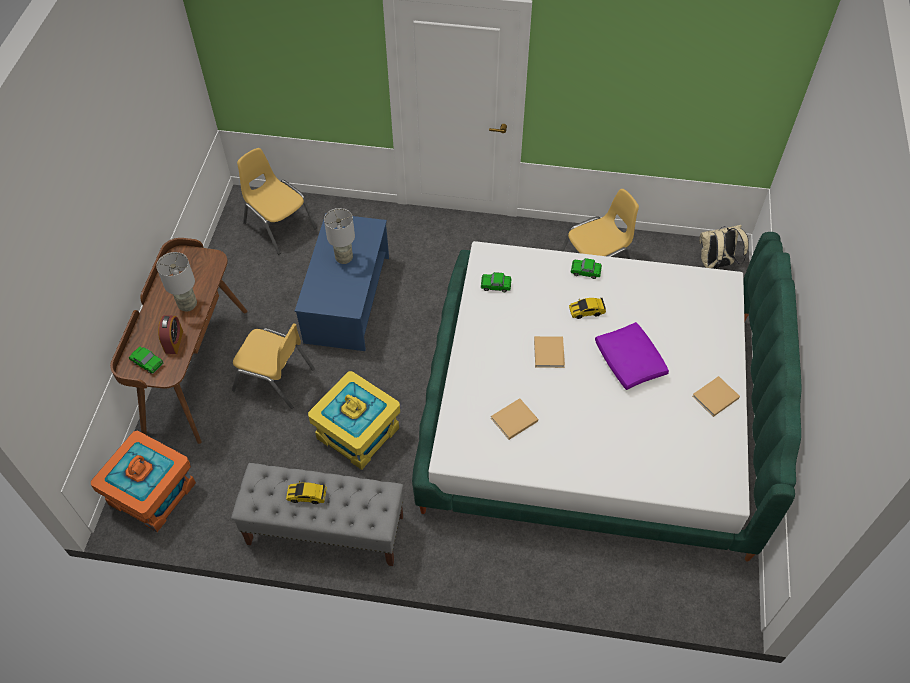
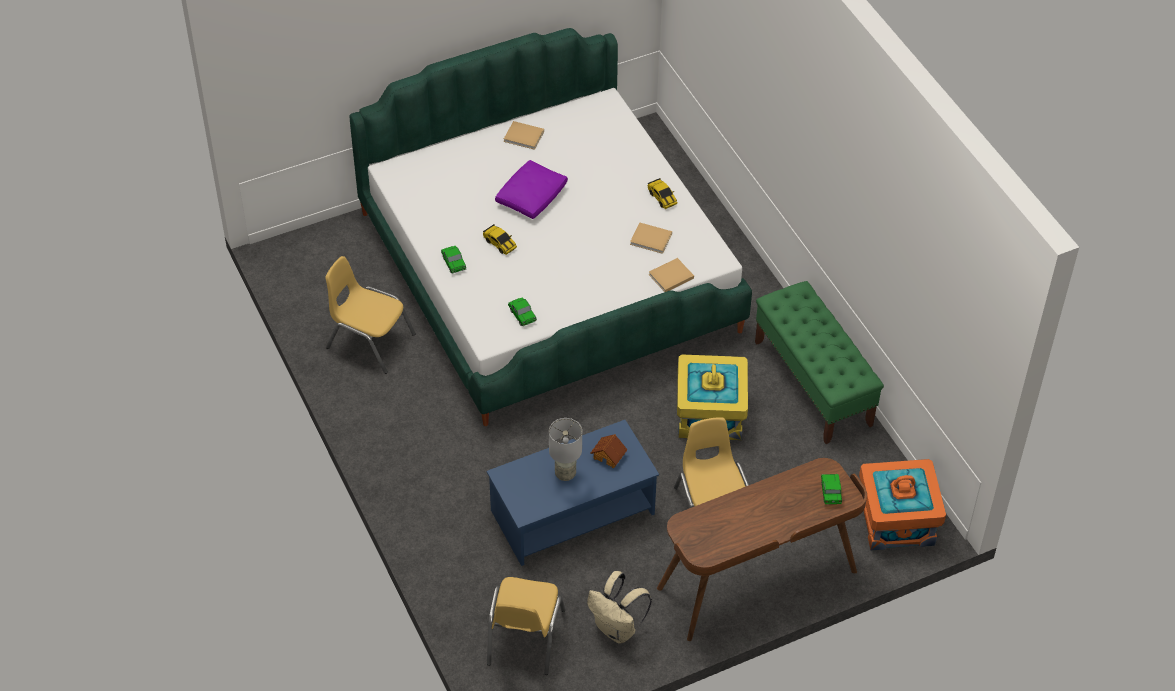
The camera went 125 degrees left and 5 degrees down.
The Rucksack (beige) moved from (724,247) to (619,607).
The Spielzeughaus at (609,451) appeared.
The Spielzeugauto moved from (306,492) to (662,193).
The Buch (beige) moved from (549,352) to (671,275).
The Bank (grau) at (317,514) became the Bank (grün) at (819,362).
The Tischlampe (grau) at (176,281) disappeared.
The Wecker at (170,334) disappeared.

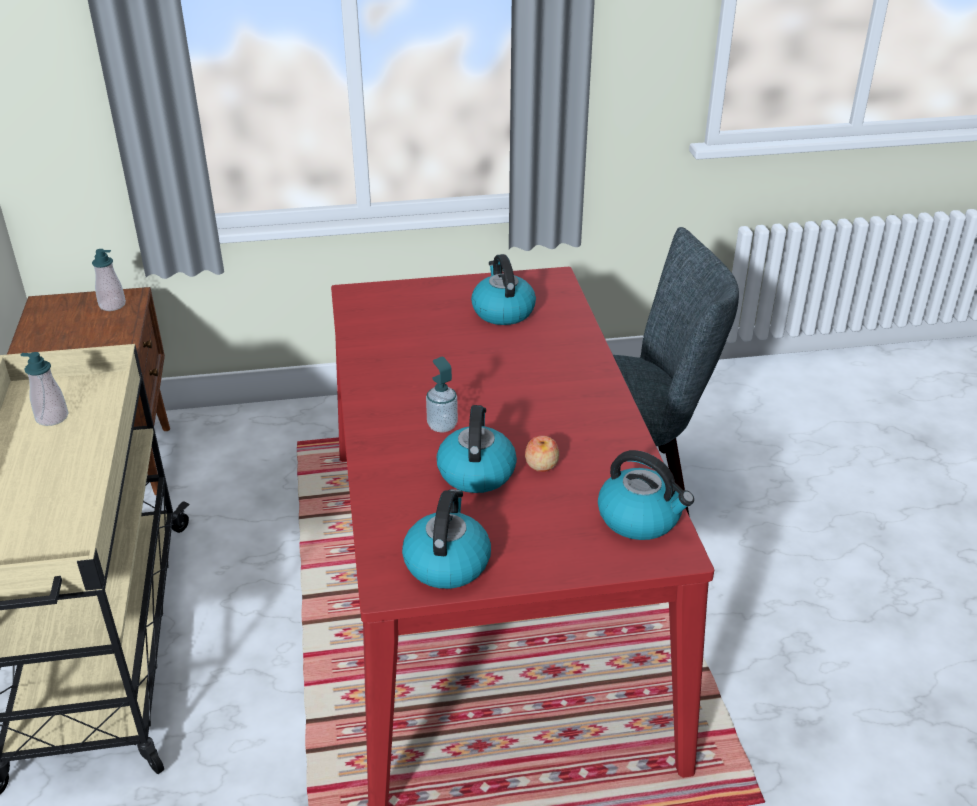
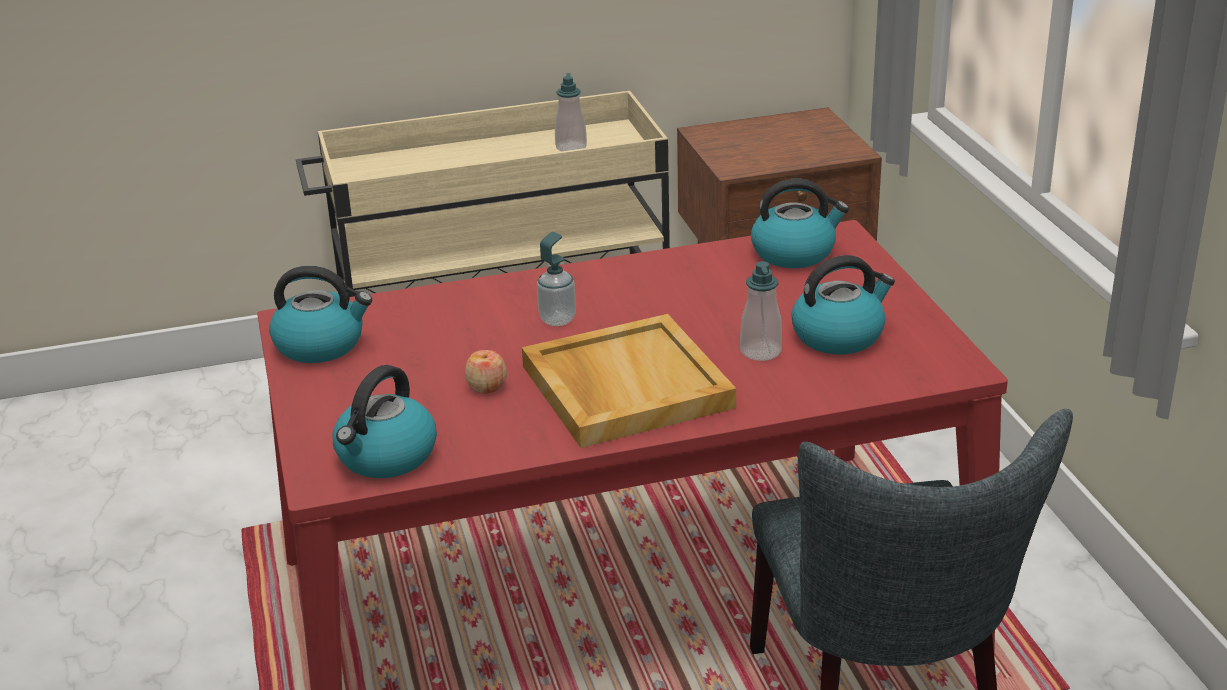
The camera went 85 degrees right and 5 degrees down.
The Tablett (beige) at (629,381) appeared.
The Seifenspender moved from (109,280) to (761,311).
The Wasserkessel moved from (477,449) to (800,223).

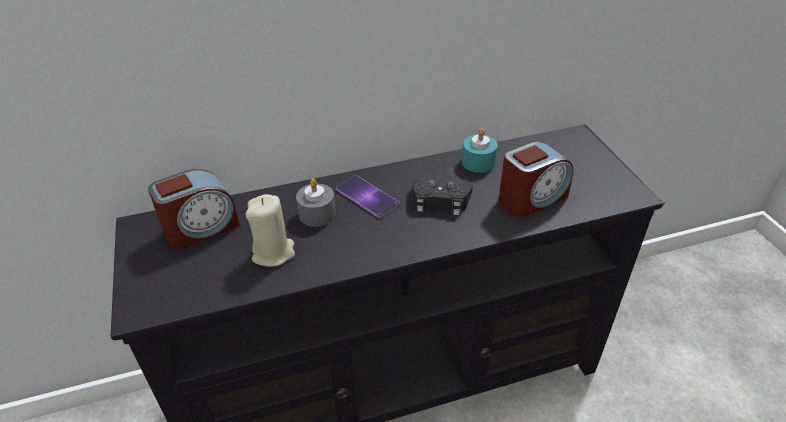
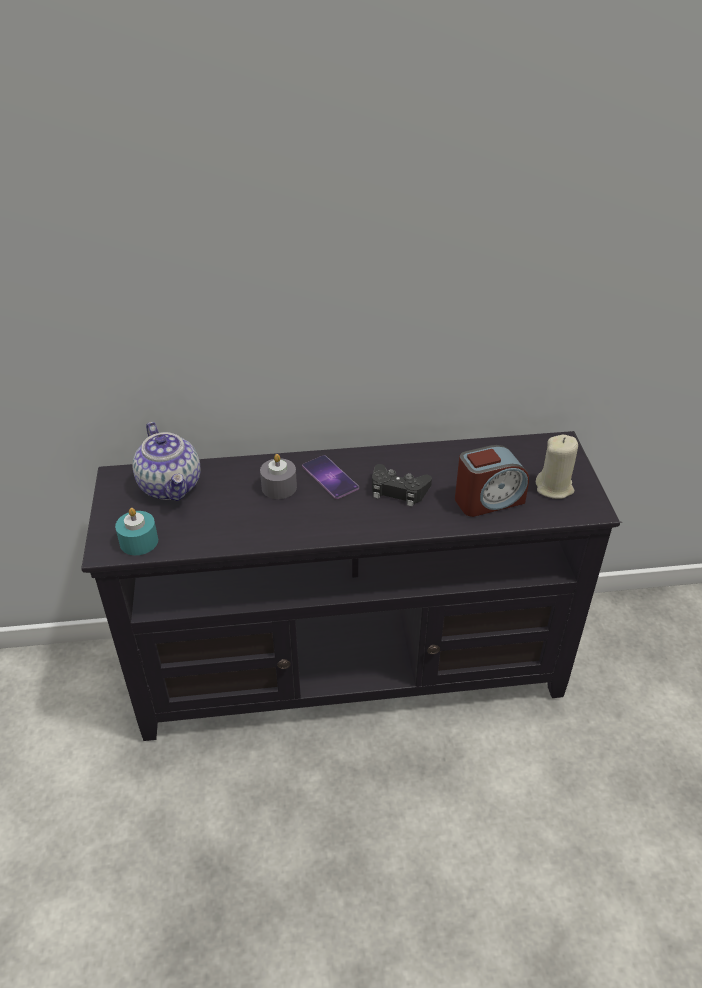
The camera went 10 degrees right and 0 degrees up.
The Kerze (türkis) moved from (480,150) to (136,531).
The Wecker at (194,209) was replaced by the Teekanne at (166,461).
The Kerze (beige) moved from (270,230) to (557,467).

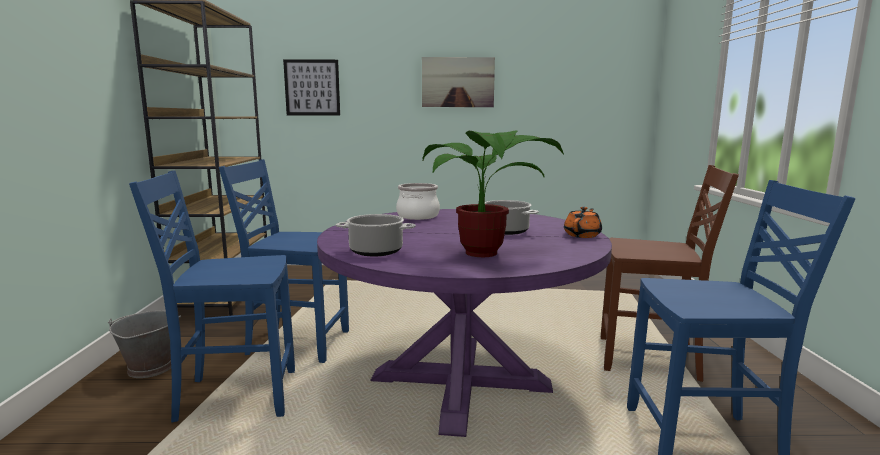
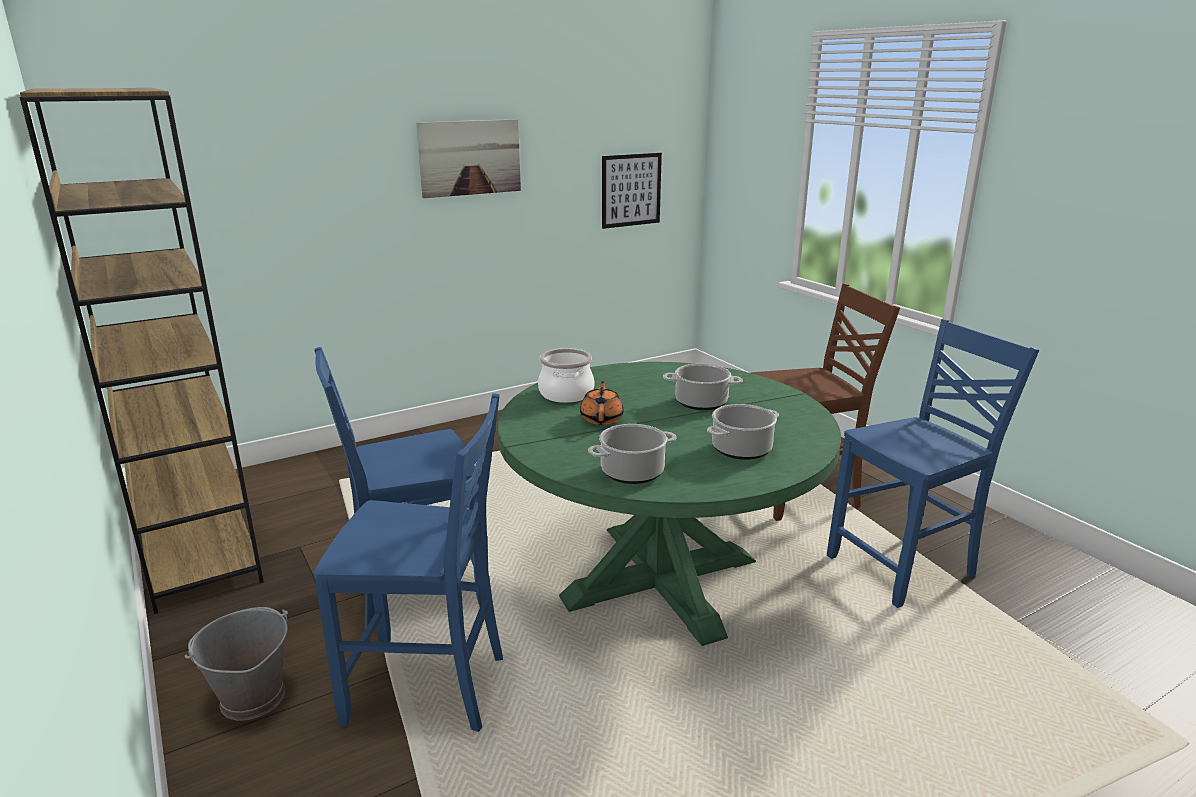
The camera went 30 degrees left and 10 degrees up.
The Stuhl (blau) at (212,296) turned 135 degrees counterclockwise.
The Esstisch (lila) at (464,323) became the Esstisch (grün) at (669,504).
The Teekanne (orange) moved from (583,222) to (601,403).
The Bild moved from (311,87) to (632,191).
The Topfpflanze at (493,194) was replaced by the Kochtopf at (743,432).

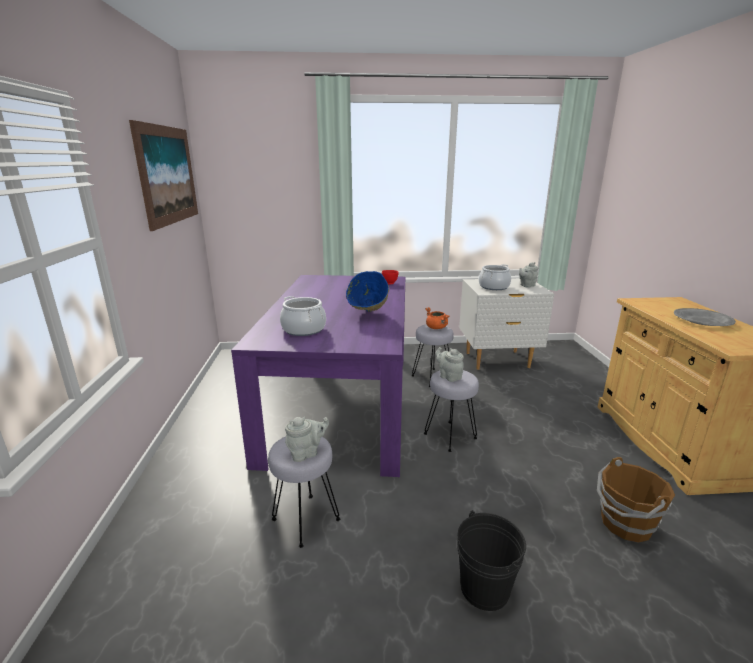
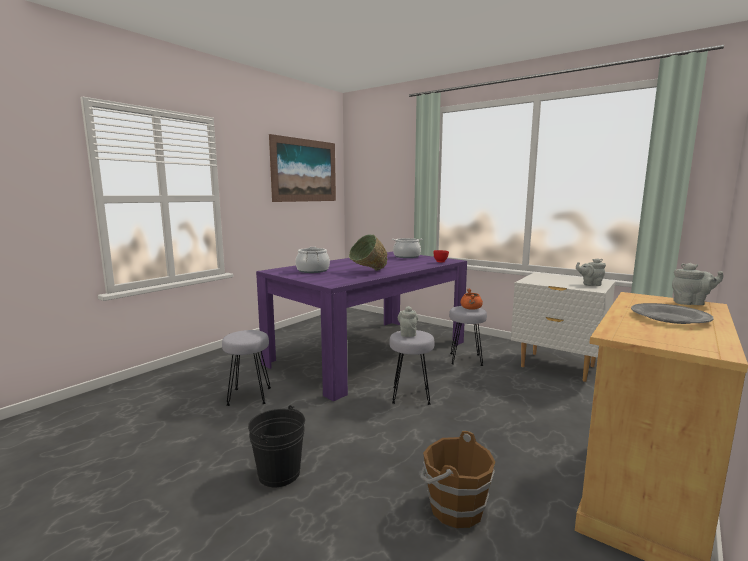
The camera went 40 degrees right and 10 degrees down.
The Schüssel (blau) at (367,291) became the Schüssel (grün) at (368,252).
The Kochtopf moved from (495,277) to (407,248).
The Teekanne (grau) moved from (307,439) to (697,284).

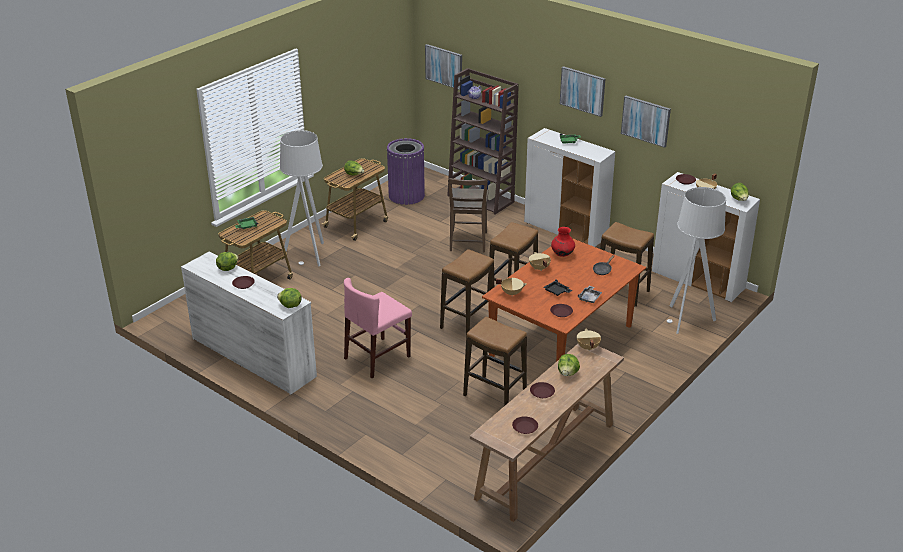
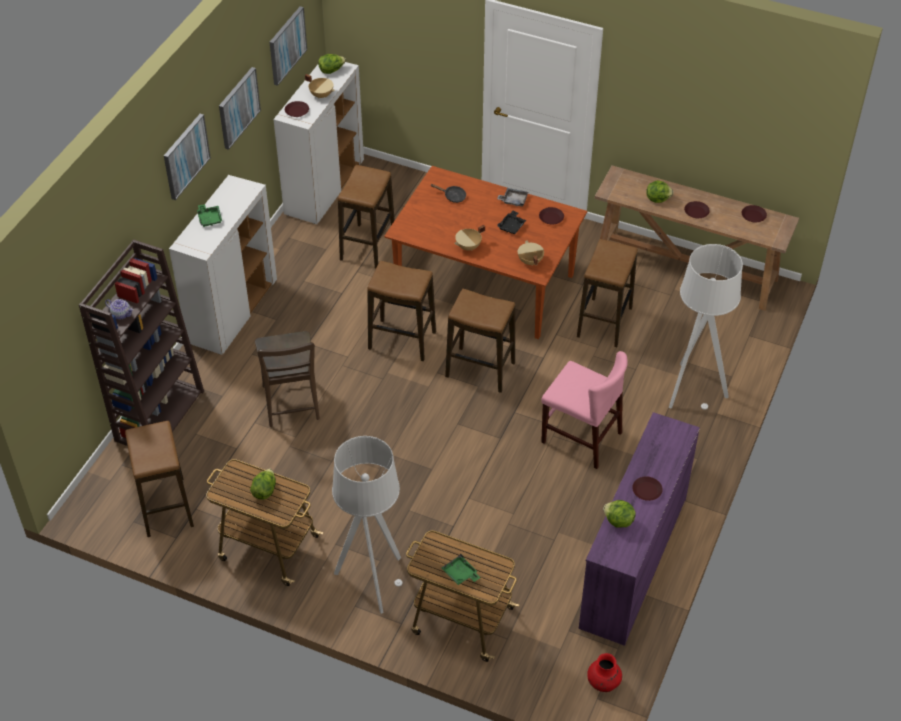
The camera went 105 degrees left and 15 degrees up.
The Mülleimer (lila) at (406,171) was replaced by the Hocker at (159,479).
The Stuhl (braun) at (468,215) turned 90 degrees clockwise.
The Bild moved from (443,67) to (288,46).
The Kommode (weiß) at (249,323) became the Kommode (lila) at (639,529).
The Vase (rot) moved from (563,242) to (604,672).
The Stehlampe (grau) moved from (696,260) to (706,326).
The Salatkopf at (289,298) disappeared.
The Kochtopf (beige) at (588,340) disappeared.

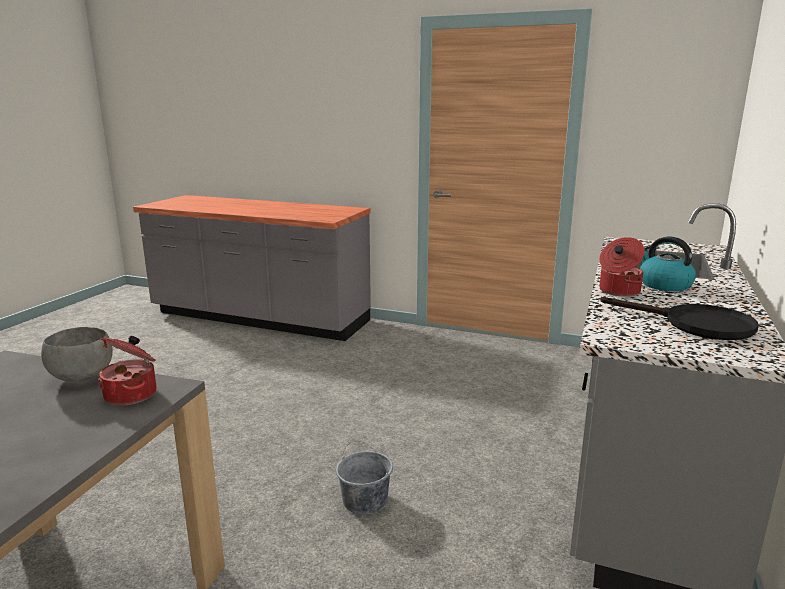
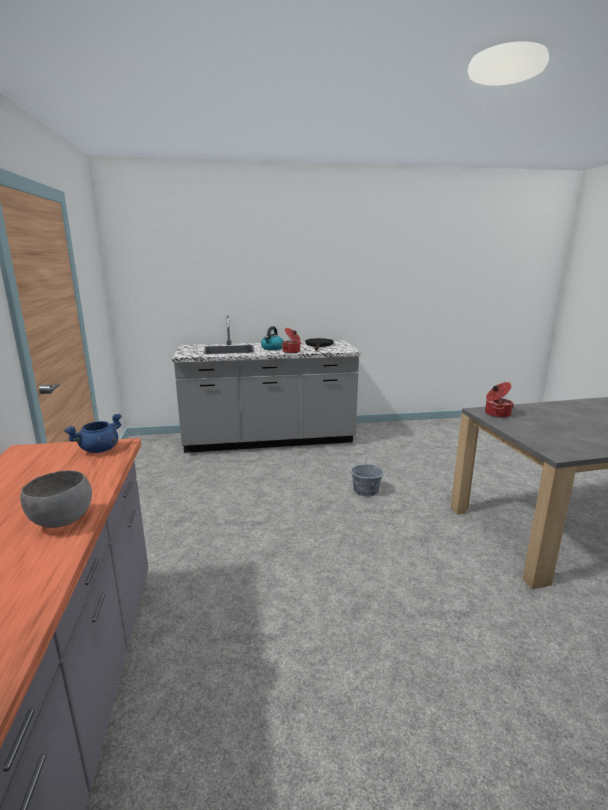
The camera went 120 degrees left and 0 degrees up.
The Schüssel (grau) moved from (77,354) to (56,499).
The Kochtopf (blau) at (93,433) appeared.

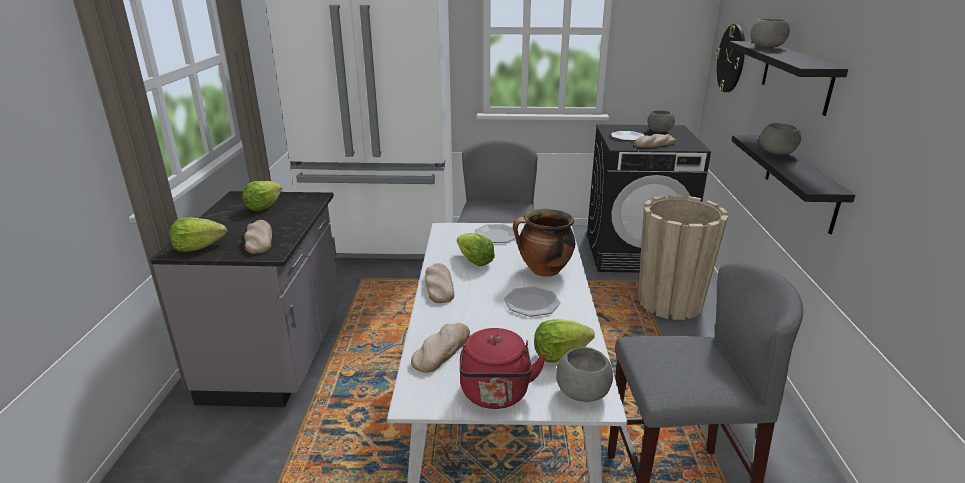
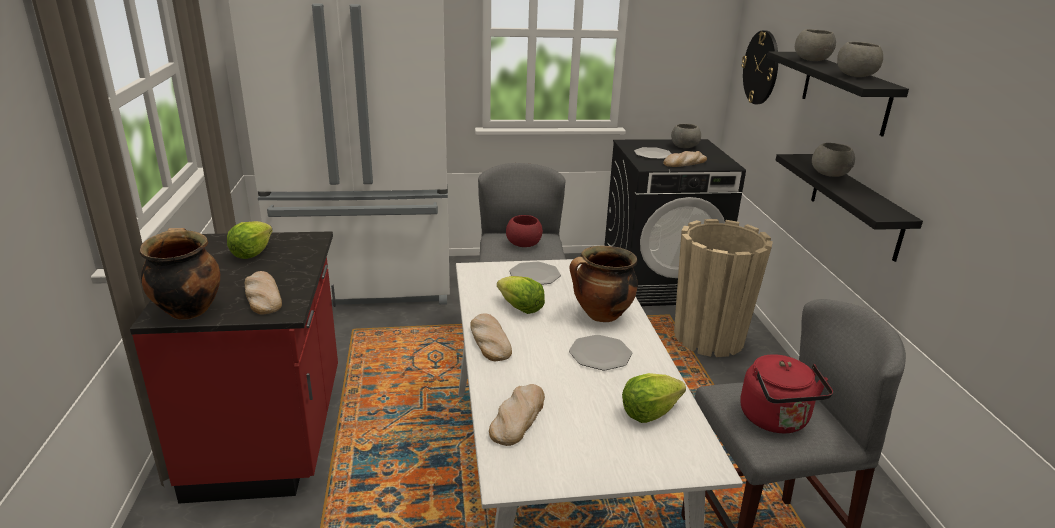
The camera went 10 degrees left and 0 degrees up.
The Küchenzeile (grau) at (245,299) became the Küchenzeile (rot) at (234,367).
The Salatkopf at (198,234) was replaced by the Kochtopf at (179,274).
The Schüssel (rot) at (524,231) appeared.
The Wasserkessel (rot) moved from (503,368) to (786,393).
The Schüssel (grau) moved from (584,374) to (860,59).

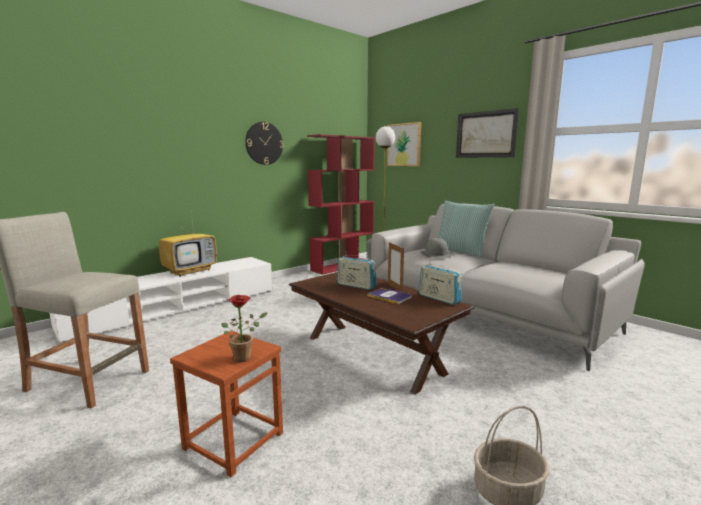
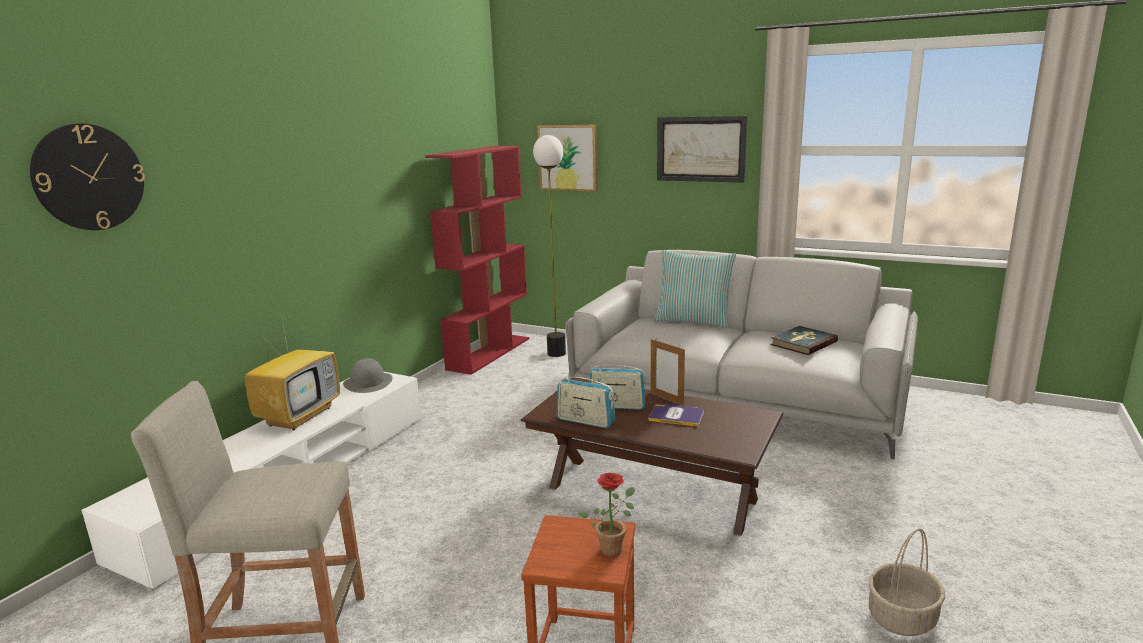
The camera went 20 degrees left and 5 degrees up.
The Wanduhr moved from (264,143) to (87,177).
The Hut (grau) moved from (437,248) to (368,375).
The Radio moved from (440,282) to (586,401).
The Buch at (804,340) appeared.

